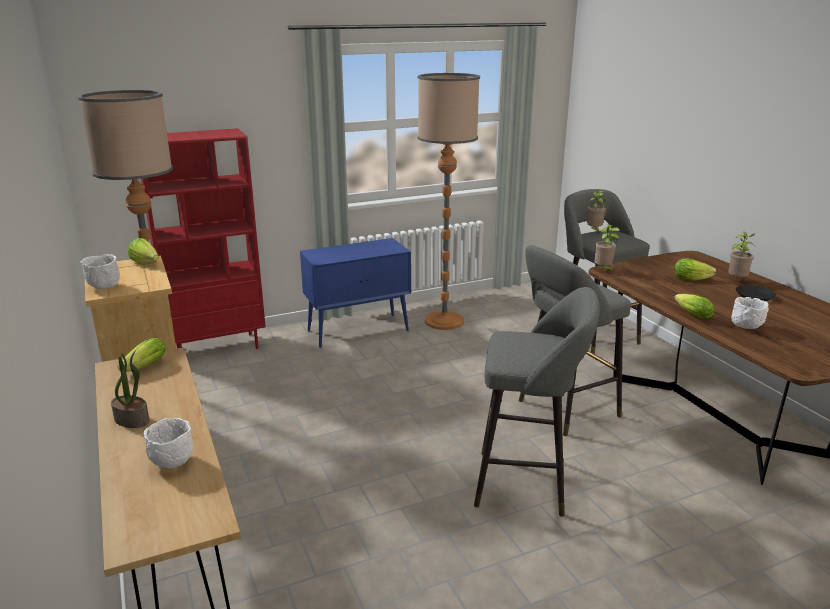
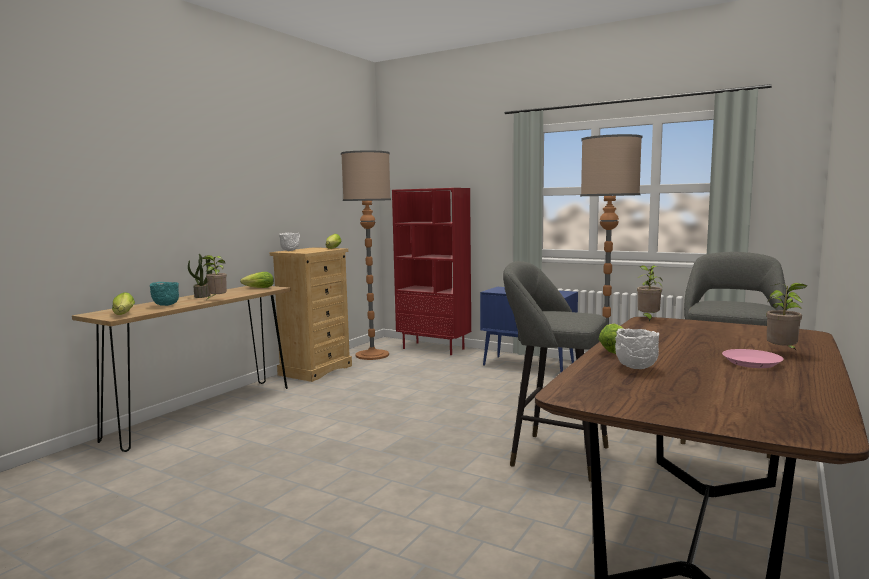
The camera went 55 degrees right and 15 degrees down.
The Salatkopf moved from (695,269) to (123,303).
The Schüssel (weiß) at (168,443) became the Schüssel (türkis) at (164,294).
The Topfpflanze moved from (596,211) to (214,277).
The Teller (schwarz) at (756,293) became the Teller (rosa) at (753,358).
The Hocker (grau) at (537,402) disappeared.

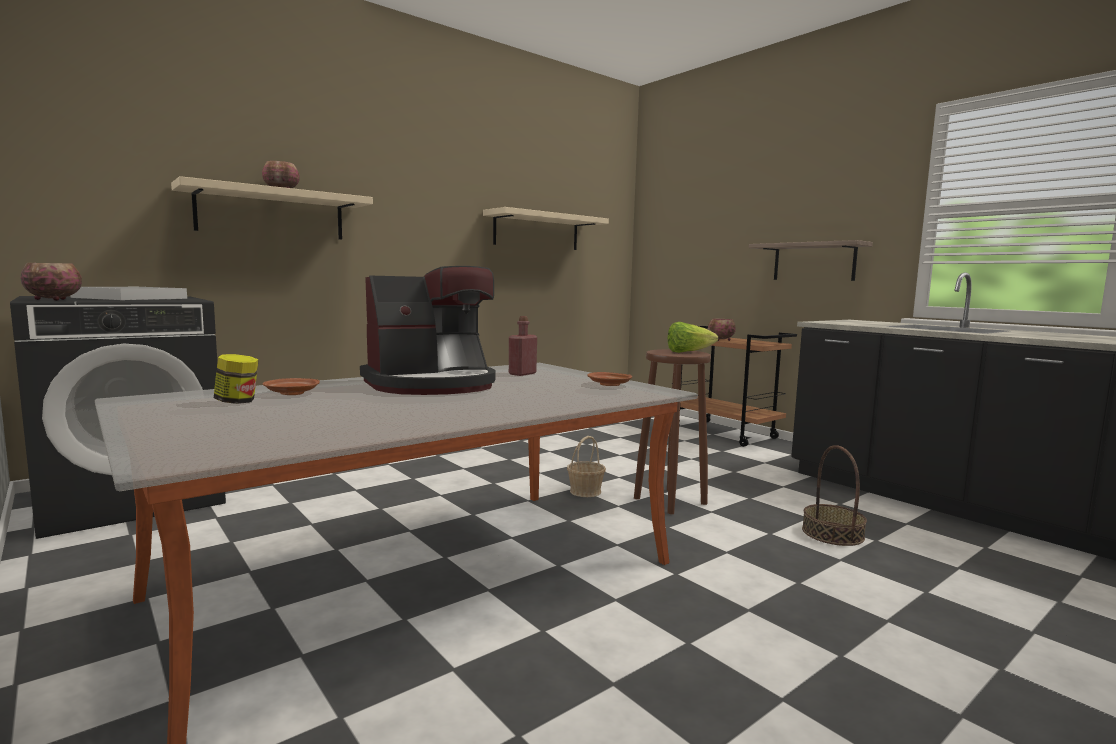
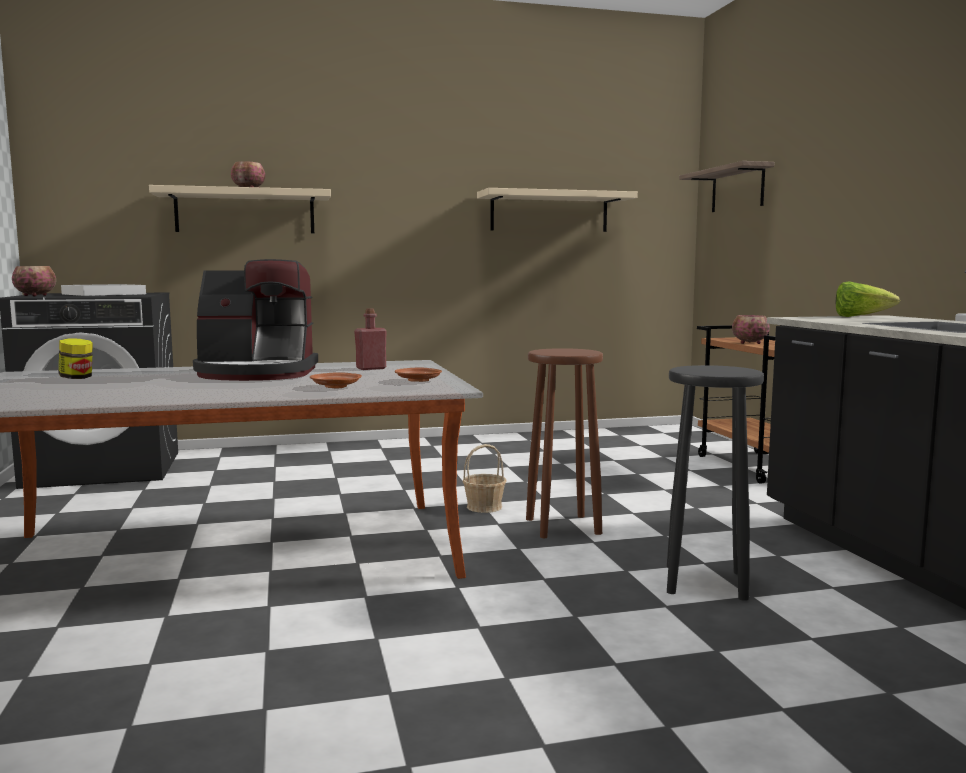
The camera went 25 degrees right and 0 degrees up.
The Teller (braun) moved from (291,386) to (336,380).
The Korb at (834,495) was replaced by the Hocker (schwarz) at (715,483).
The Wandregal moved from (811,260) to (726,186).
The Salatkopf moved from (693,337) to (868,299).

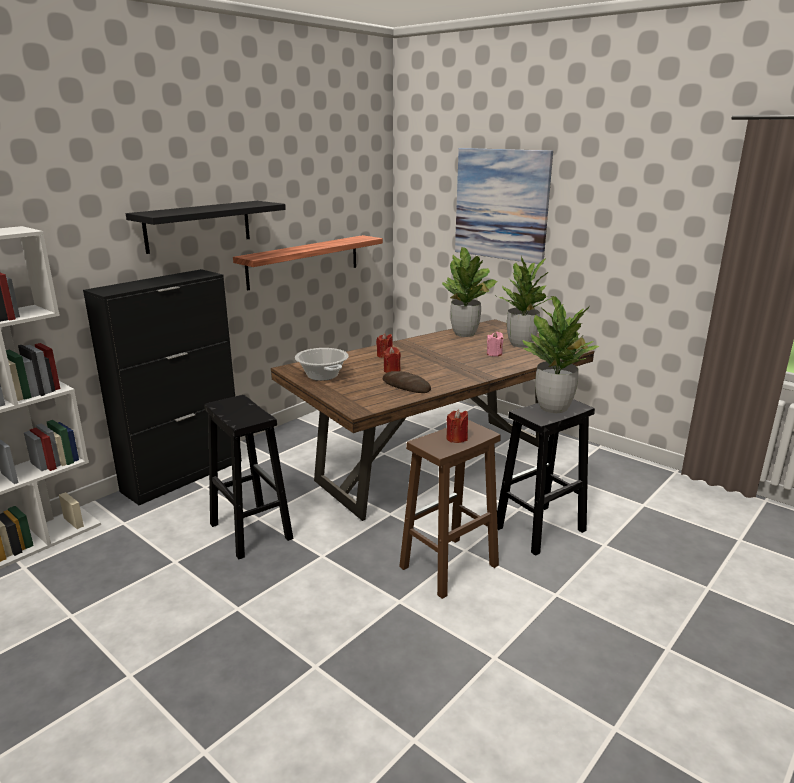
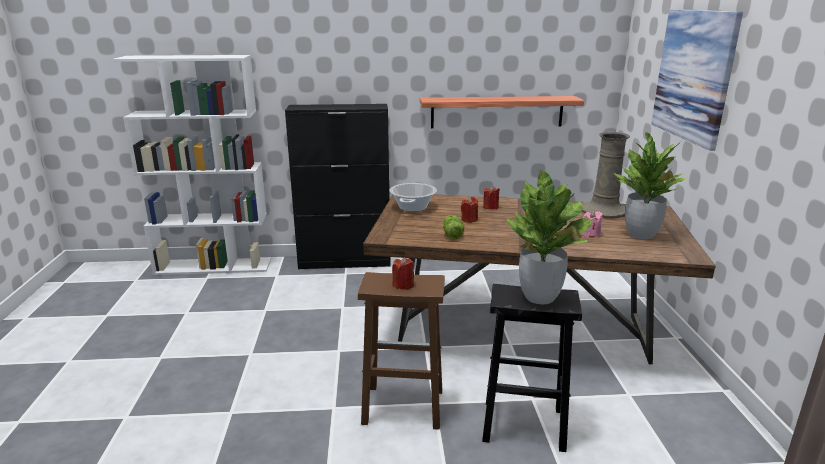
The camera went 45 degrees right and 0 degrees up.
The Brot at (406,382) was replaced by the Salatkopf at (454,227).
The Topfpflanze at (469,292) was replaced by the Vase (beige) at (605,175).
The Wandregal (schwarz) at (206,227) disappeared.
The Hocker (schwarz) at (248,477) disappeared.

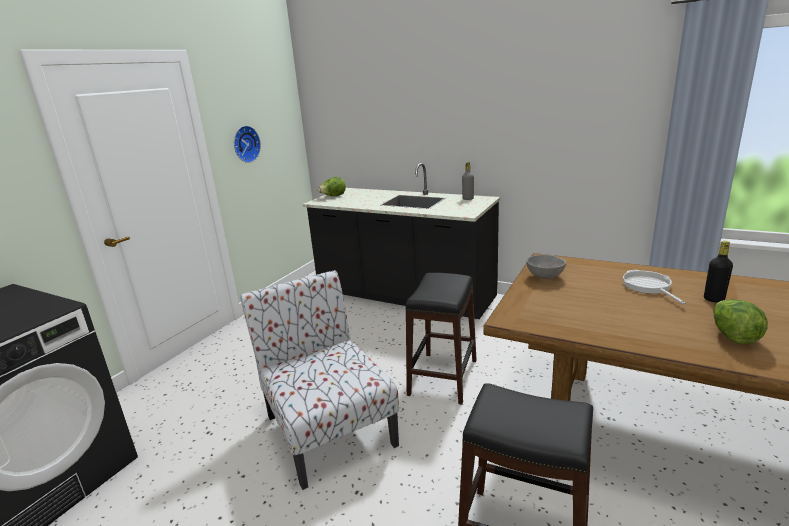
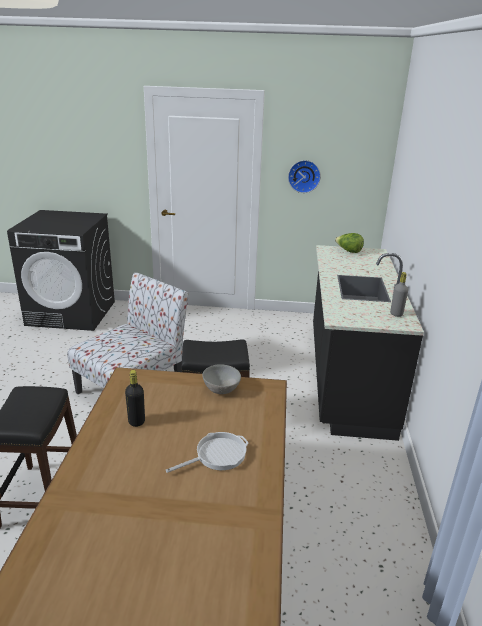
The camera went 65 degrees right and 5 degrees up.
The Flasche (schwarz) moved from (718,272) to (135,398).
The Salatkopf at (740,322) disappeared.

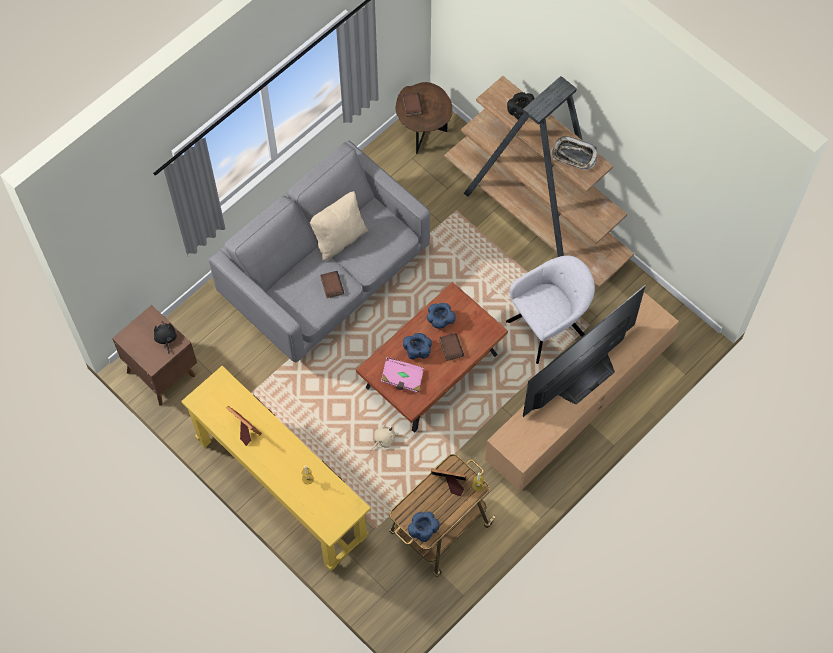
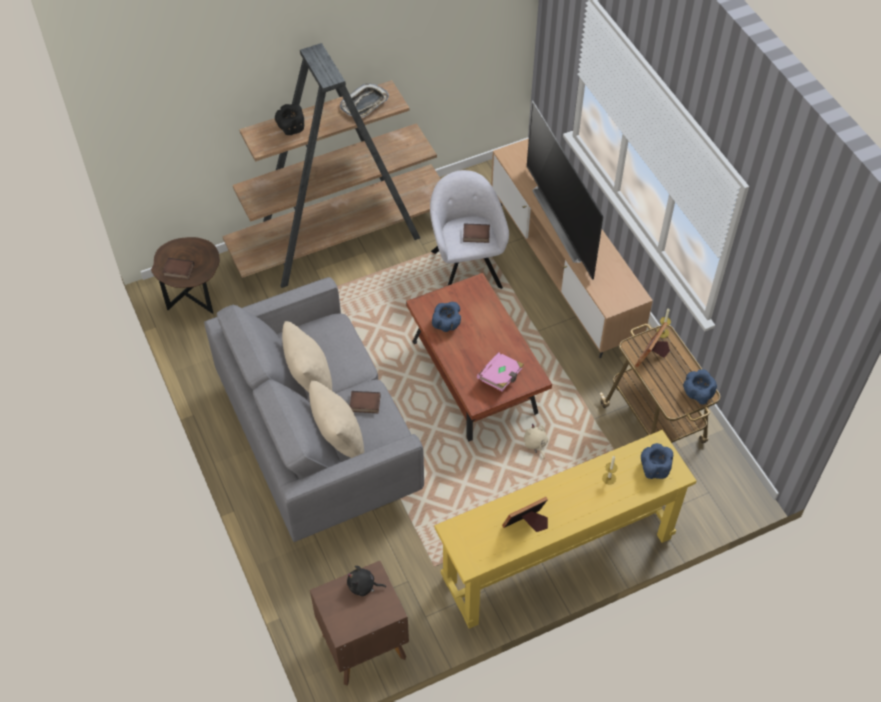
The camera went 70 degrees left and 10 degrees down.
The Kissen (beige) at (336,419) appeared.
The Buch moved from (451,347) to (476,233).
The Schüssel (blau) moved from (417,346) to (657,461).

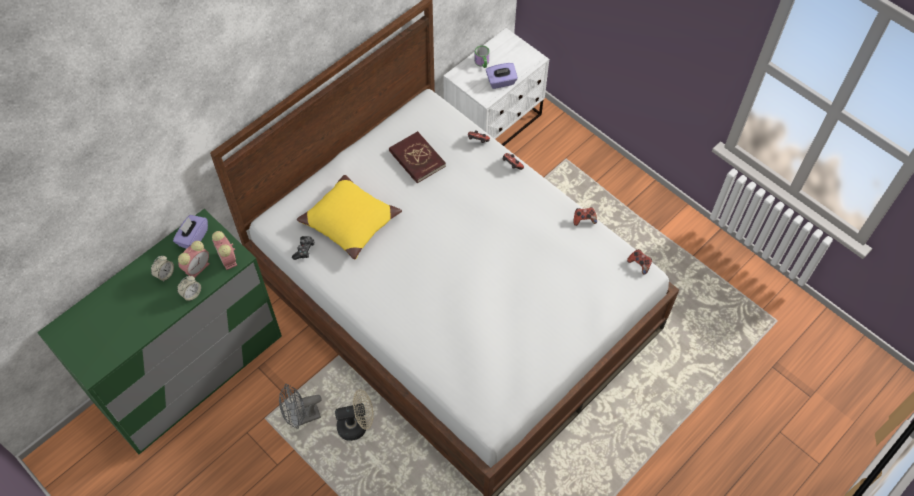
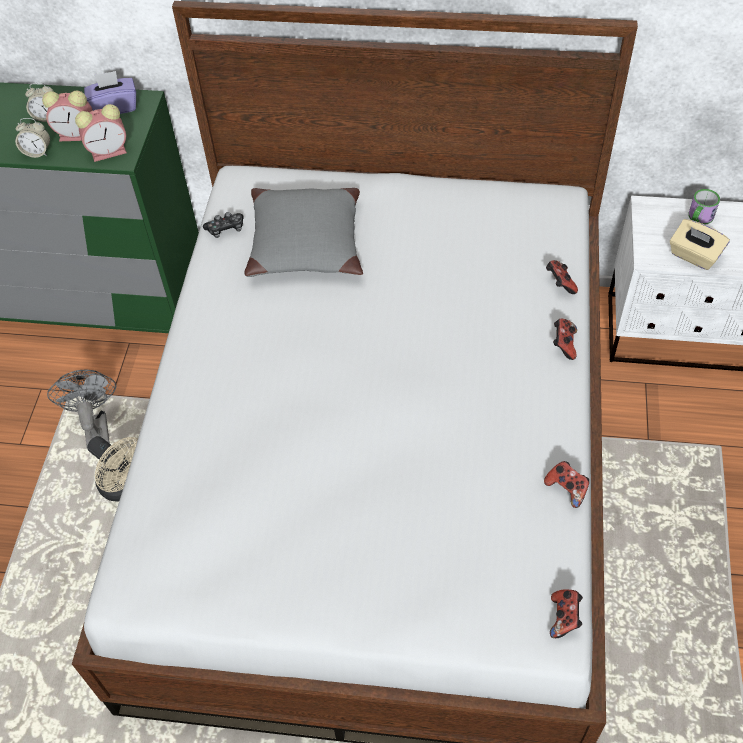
The camera went 55 degrees right and 5 degrees down.
The Ventilator (grau) at (300,406) turned 45 degrees clockwise.
The Wecker at (224,250) turned 135 degrees counterclockwise.
The Kissen (gelb) at (349,217) became the Kissen (grau) at (303,232).
The Taschentuchbox (lila) at (502,76) became the Taschentuchbox (beige) at (700,244).
The Buch (rot) at (417,157) disappeared.

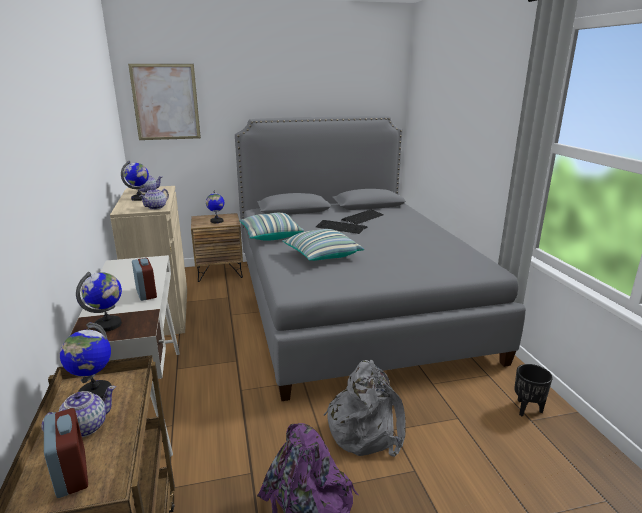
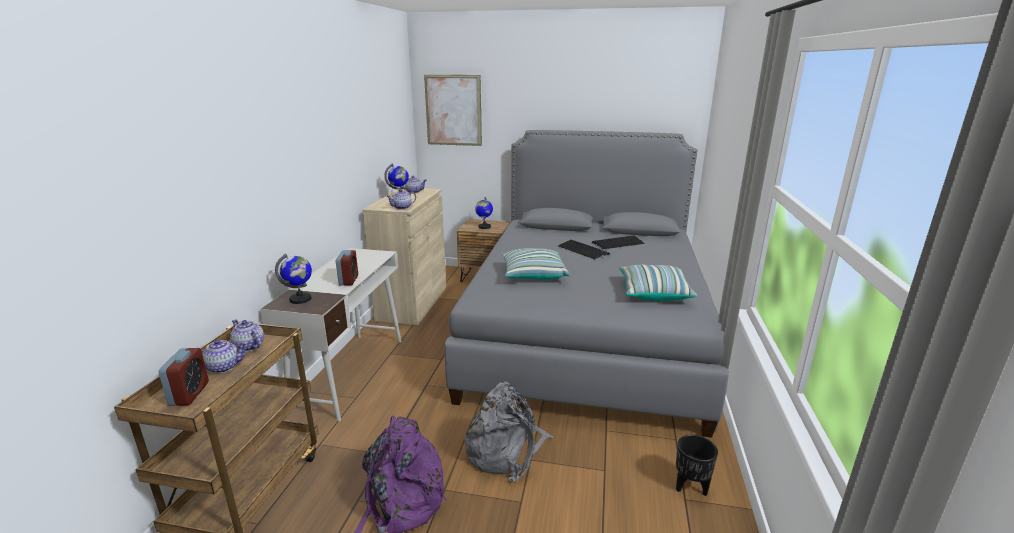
The camera went 25 degrees right and 0 degrees up.
The Globus at (86,360) was replaced by the Teekanne at (247,336).
The Kissen moved from (271,227) to (658,283).

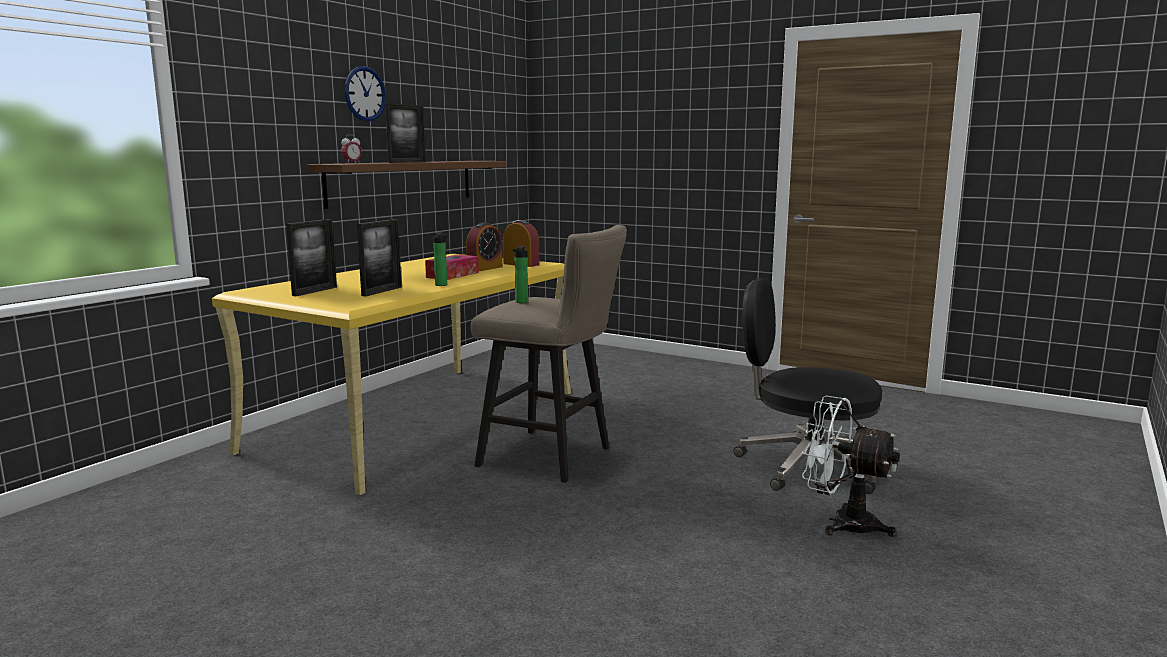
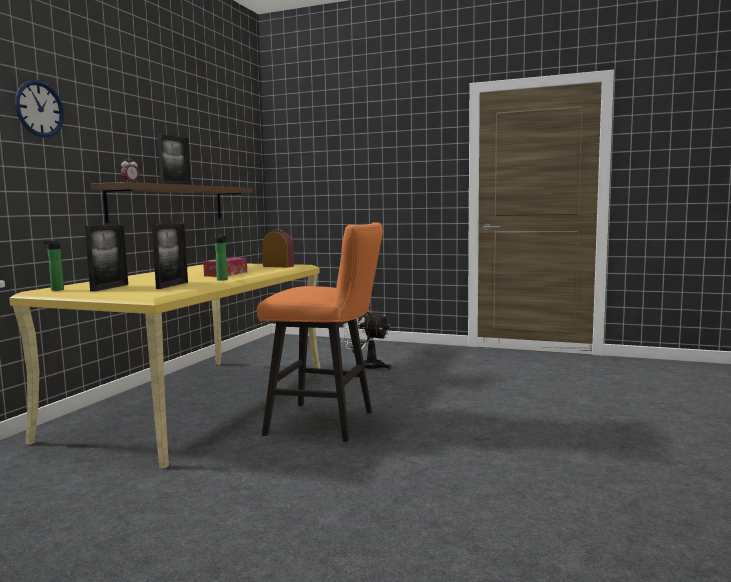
The camera went 10 degrees left and 5 degrees down.
The Wanduhr moved from (365,94) to (39,108).
The Flasche moved from (520,274) to (53,265).
The Hocker (beige) at (549,354) became the Hocker (orange) at (320,332).
The Ventilator (weiß) moved from (851,466) to (365,340).
The Wecker at (484,246) disappeared.
The Bürostuhl (schwarz) at (807,386) disappeared.

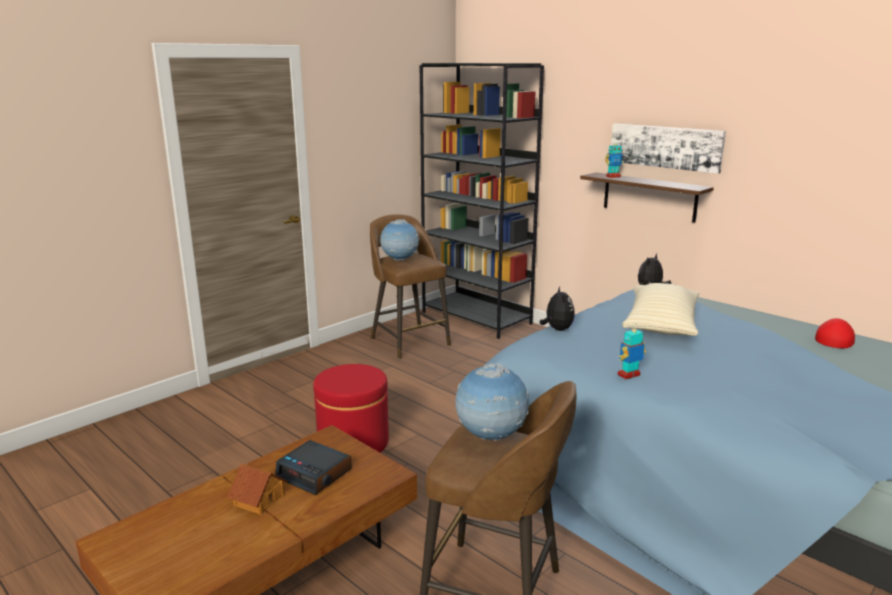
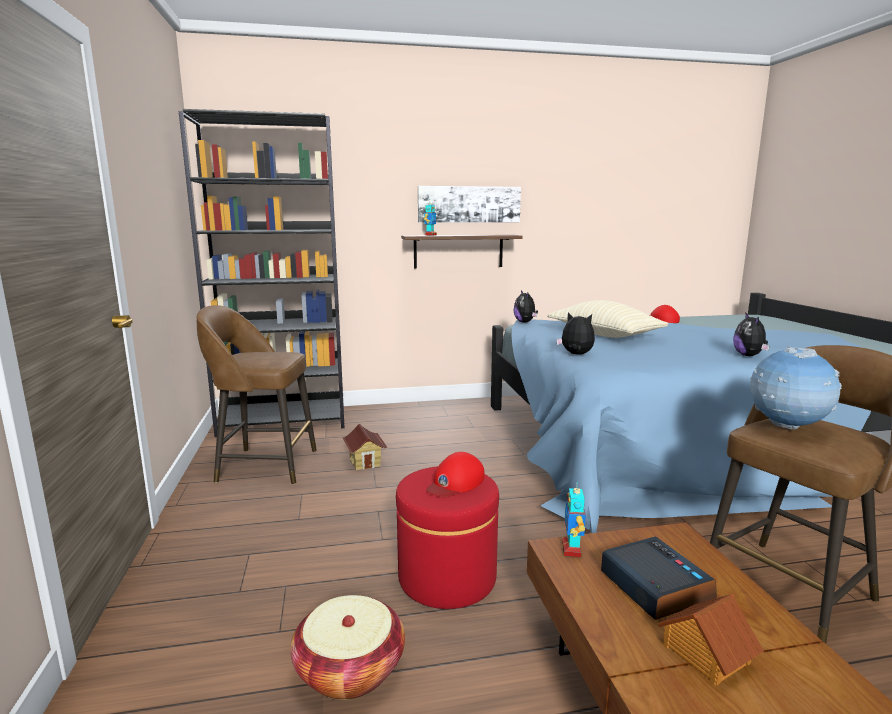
The camera went 55 degrees left and 5 degrees down.
The Korb at (347,647) appeared.
The Spielzeughaus at (365,447) appeared.
The Kappe (rot) at (455,474) appeared.
The Spielzeugroboter moved from (632,351) to (574,519).
The Wecker at (313,467) turned 90 degrees counterclockwise.
The Plüschtier at (751,334) appeared.
The Globus at (399,240) disappeared.

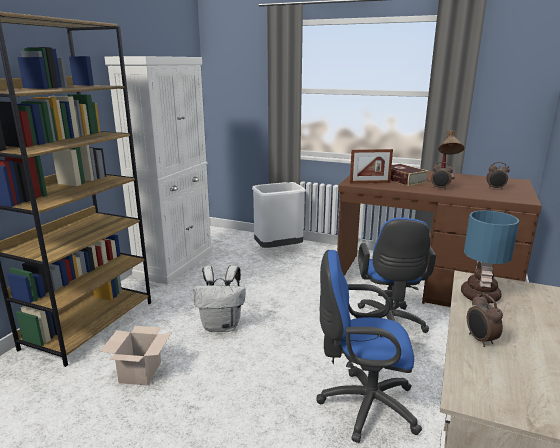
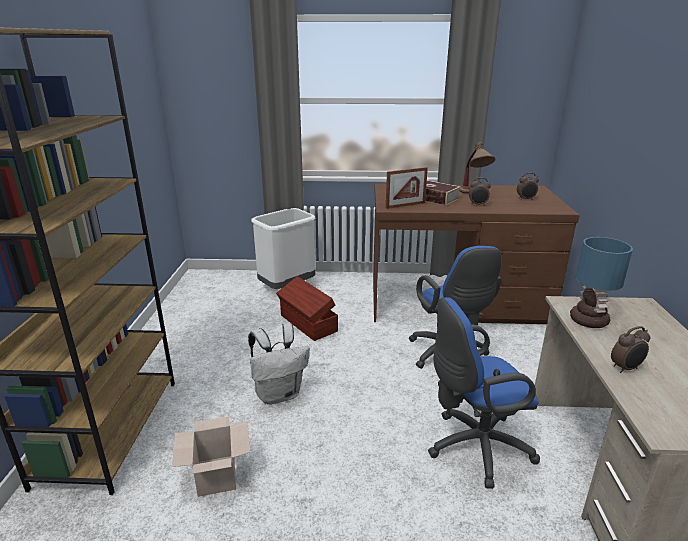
The camera went 20 degrees left and 5 degrees up.
The Aufbewahrungsbox (braun) at (307,308) appeared.
The Wecker at (485,320) turned 75 degrees counterclockwise.
The Schrank (weiß) at (158,170) disappeared.

